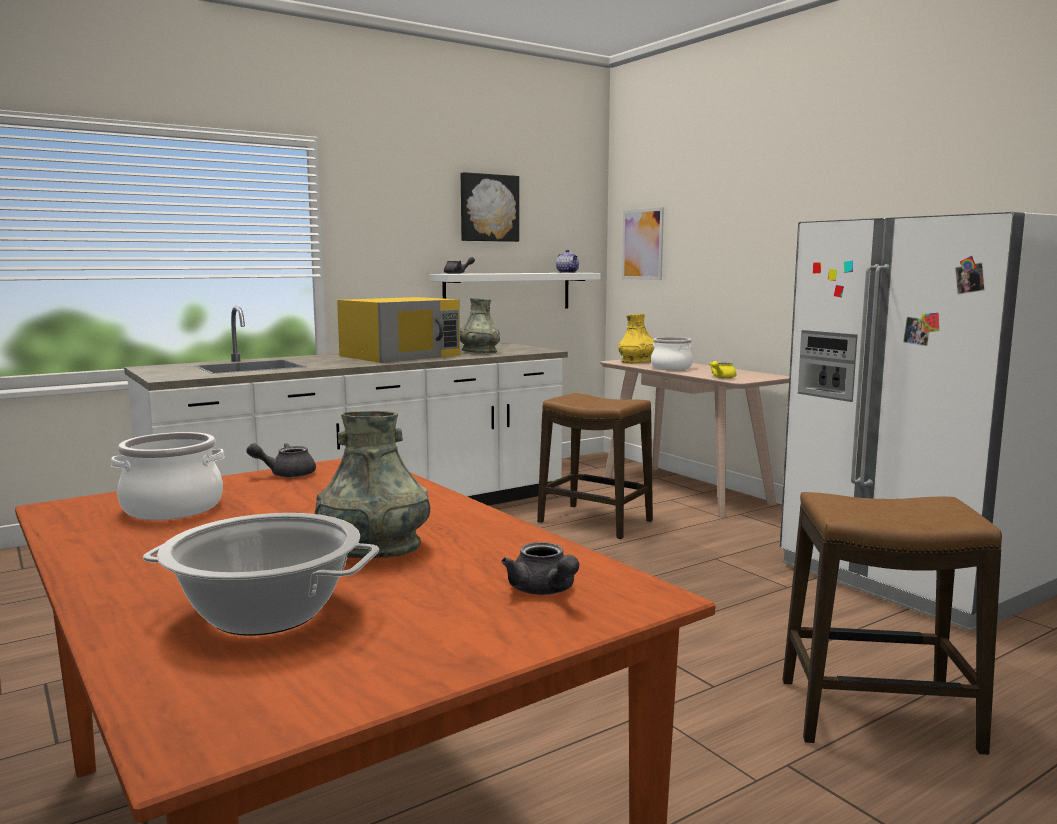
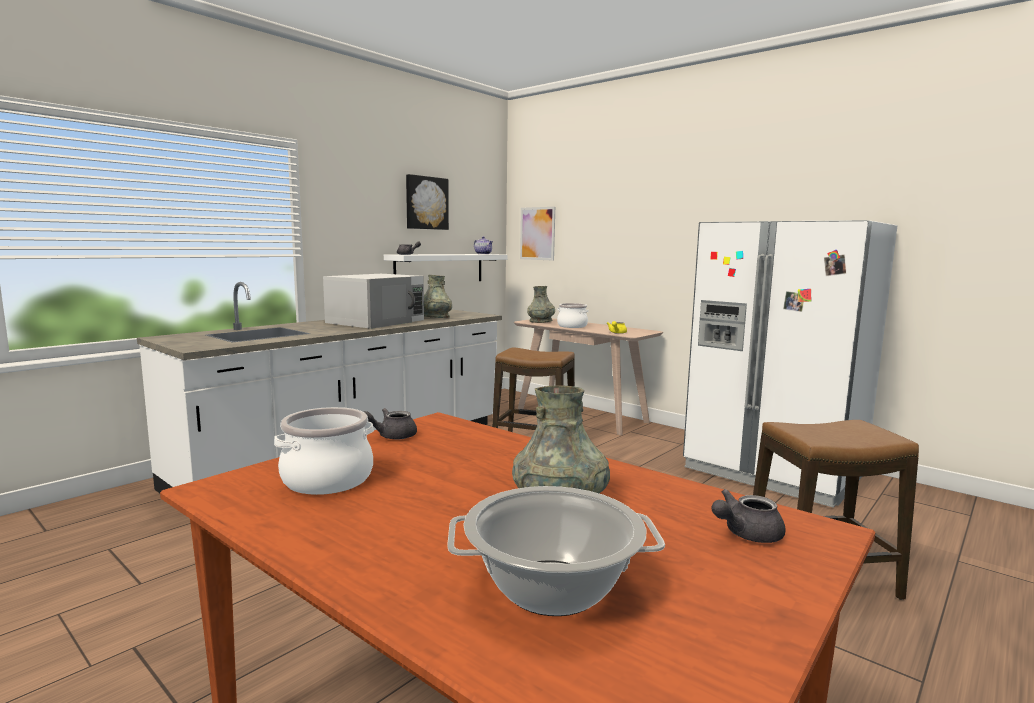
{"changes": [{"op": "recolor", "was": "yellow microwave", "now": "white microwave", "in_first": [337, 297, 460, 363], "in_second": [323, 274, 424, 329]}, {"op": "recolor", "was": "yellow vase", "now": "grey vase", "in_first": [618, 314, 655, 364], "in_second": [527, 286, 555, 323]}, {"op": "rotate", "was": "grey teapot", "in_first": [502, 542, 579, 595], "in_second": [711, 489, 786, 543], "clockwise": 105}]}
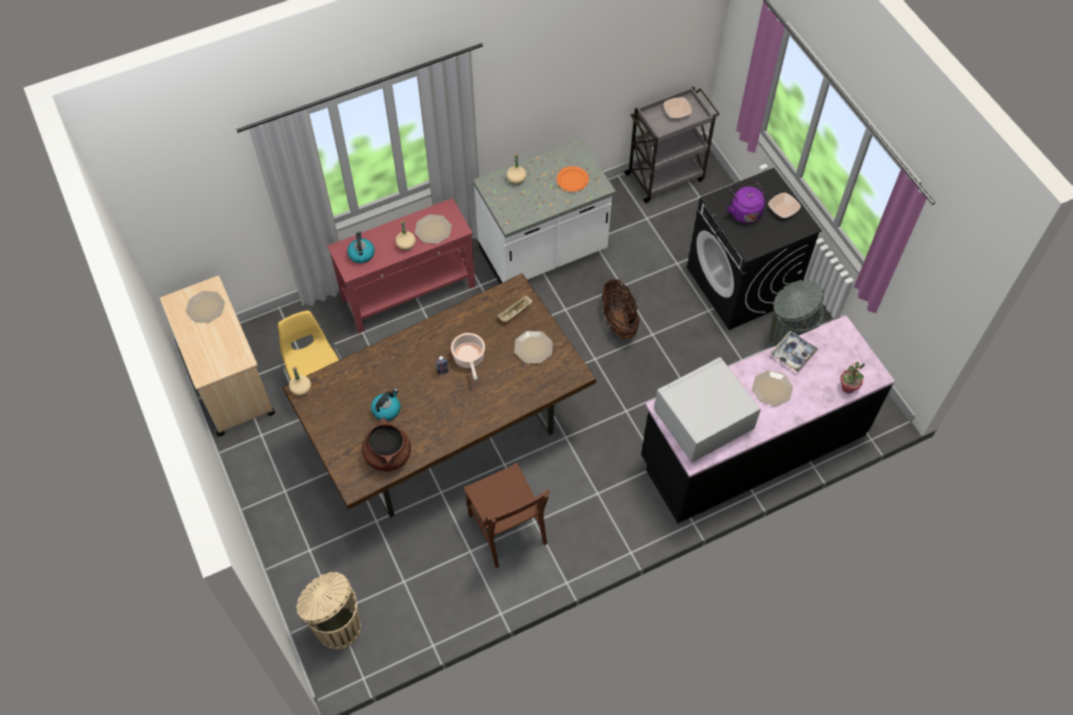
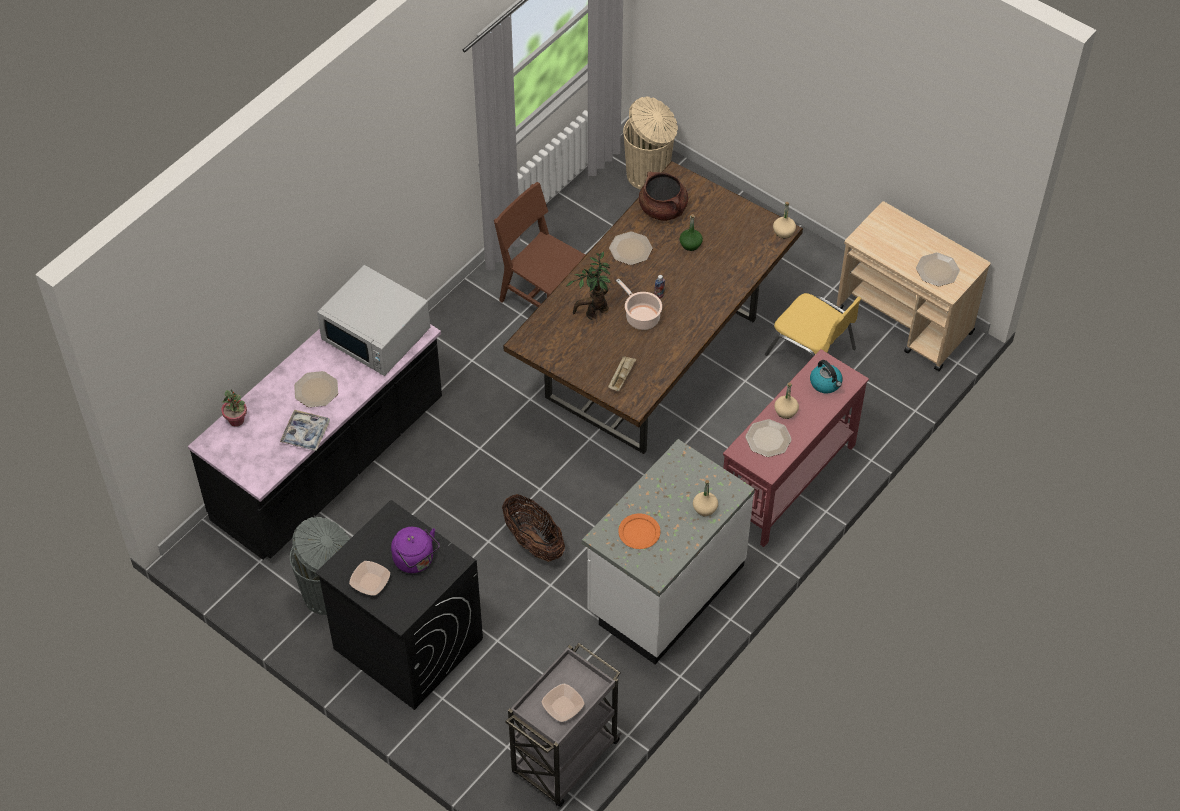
{"changes": [{"op": "move", "was": "plate", "in_first": [514, 331, 553, 364], "in_second": [609, 232, 652, 265]}, {"op": "rotate", "was": "white microwave", "in_first": [654, 357, 761, 462], "in_second": [317, 265, 430, 376], "clockwise": 90}, {"op": "replace", "was": "kettle", "now": "green bottle", "in_first": [371, 388, 401, 421], "in_second": [679, 214, 703, 251]}, {"op": "insert", "now": "potted plant", "in_second": [566, 251, 611, 320]}]}
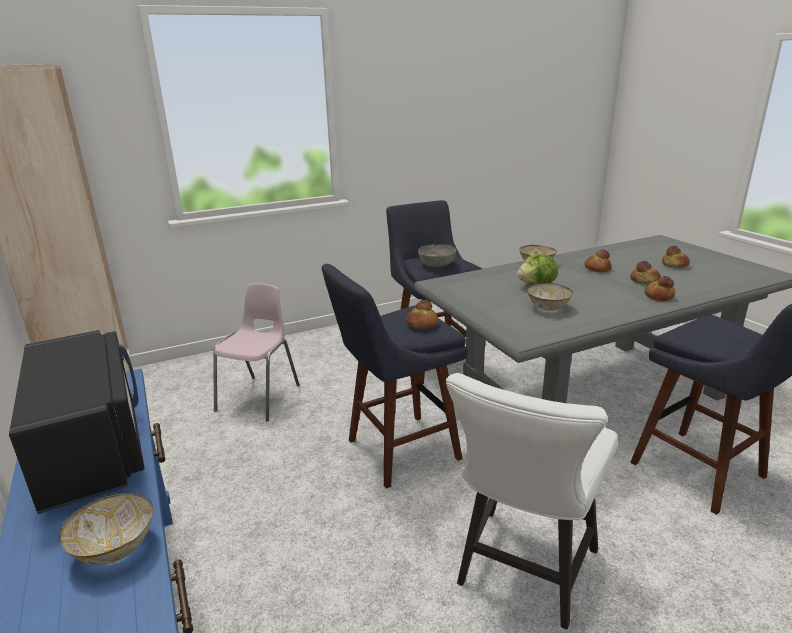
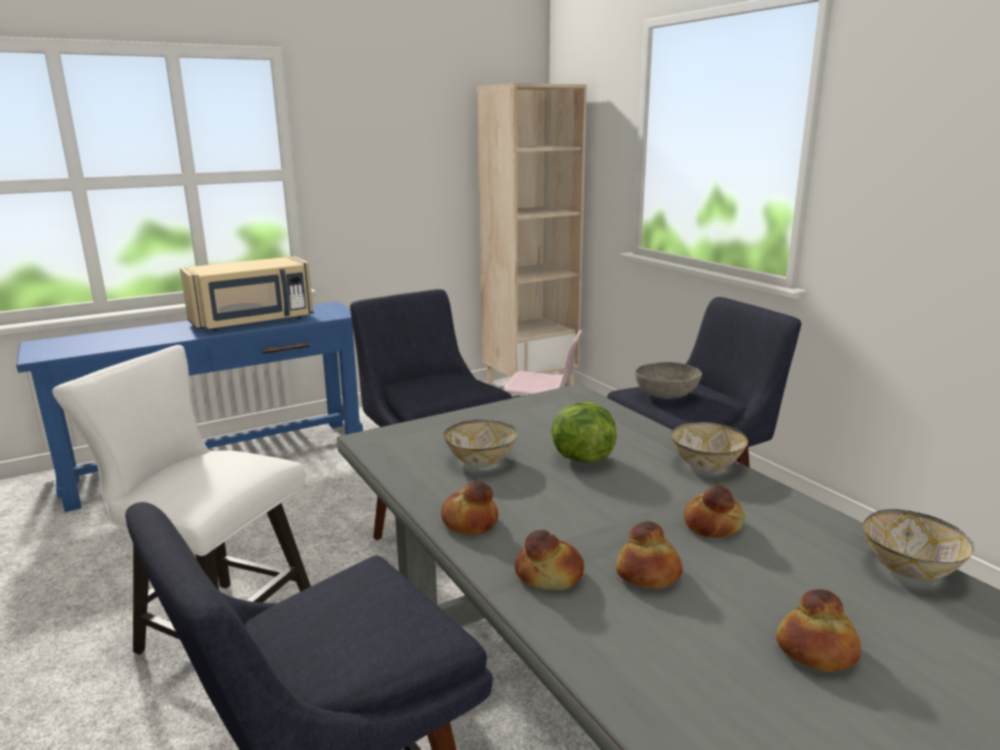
{"changes": [{"op": "move", "was": "bread", "in_first": [406, 300, 439, 329], "in_second": [441, 481, 498, 535]}, {"op": "recolor", "was": "black microwave", "now": "beige microwave", "in_first": [9, 330, 145, 514], "in_second": [180, 256, 314, 331]}, {"op": "move", "was": "bowl", "in_first": [59, 493, 153, 565], "in_second": [862, 509, 974, 580]}]}
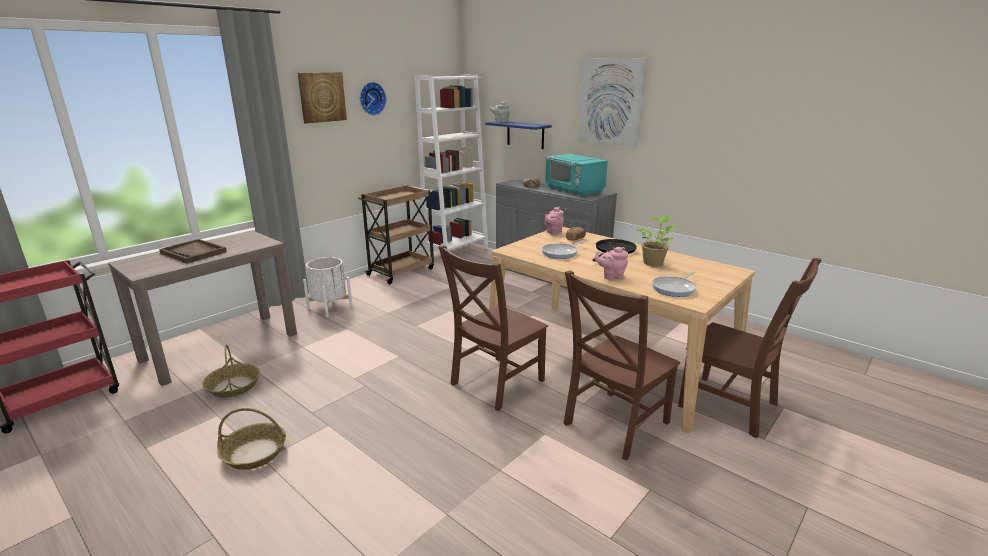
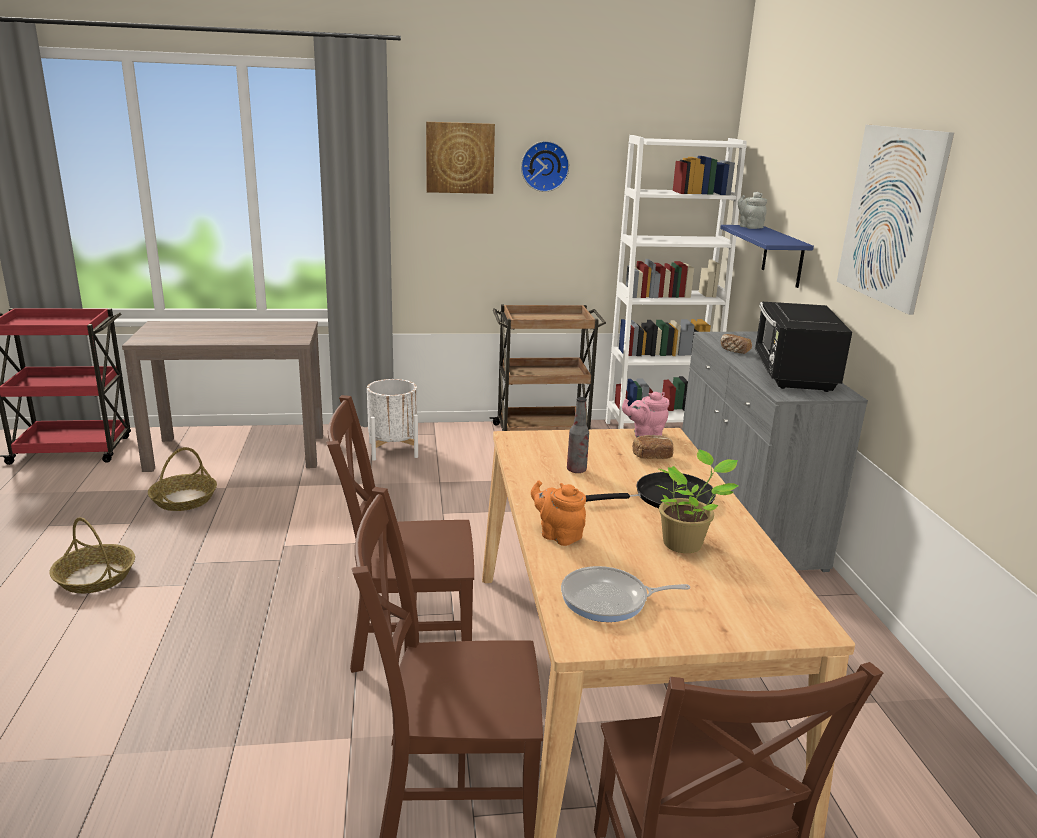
{"changes": [{"op": "recolor", "was": "turquoise microwave", "now": "black microwave", "in_first": [545, 154, 608, 196], "in_second": [755, 302, 852, 392]}, {"op": "delete", "was": "brown tray", "in_first": [159, 239, 227, 264]}, {"op": "replace", "was": "frying pan", "now": "bottle", "in_first": [542, 240, 585, 259], "in_second": [567, 397, 589, 473]}, {"op": "recolor", "was": "pink teapot", "now": "orange teapot", "in_first": [594, 247, 628, 280], "in_second": [531, 480, 586, 546]}]}
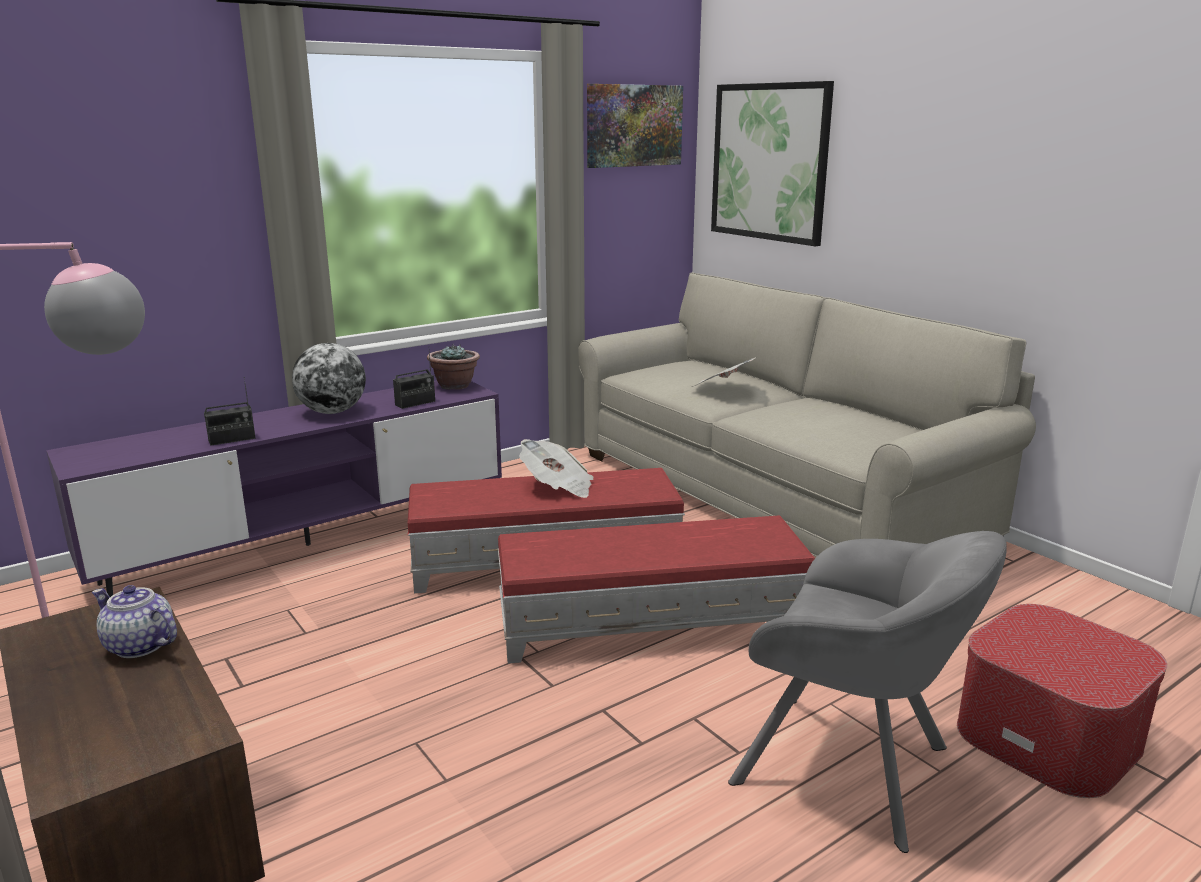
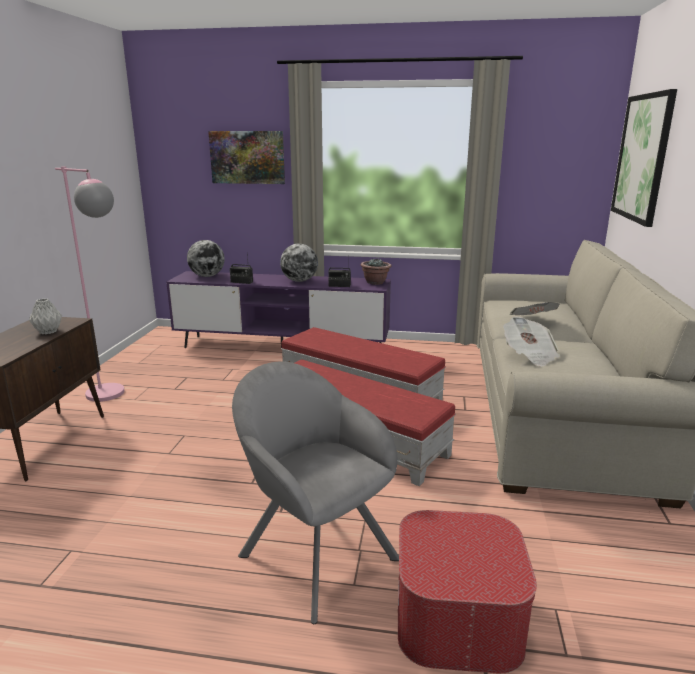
{"changes": [{"op": "move", "was": "picture", "in_first": [587, 84, 683, 168], "in_second": [208, 131, 285, 184]}, {"op": "move", "was": "newspaper", "in_first": [519, 439, 593, 498], "in_second": [503, 316, 560, 367]}, {"op": "rotate", "was": "grey armchair", "in_first": [728, 531, 1007, 853], "in_second": [232, 362, 399, 624], "clockwise": 150}, {"op": "replace", "was": "teapot", "now": "grey vase", "in_first": [92, 585, 177, 658], "in_second": [29, 299, 62, 334]}, {"op": "insert", "now": "globe", "in_second": [187, 240, 225, 277]}]}
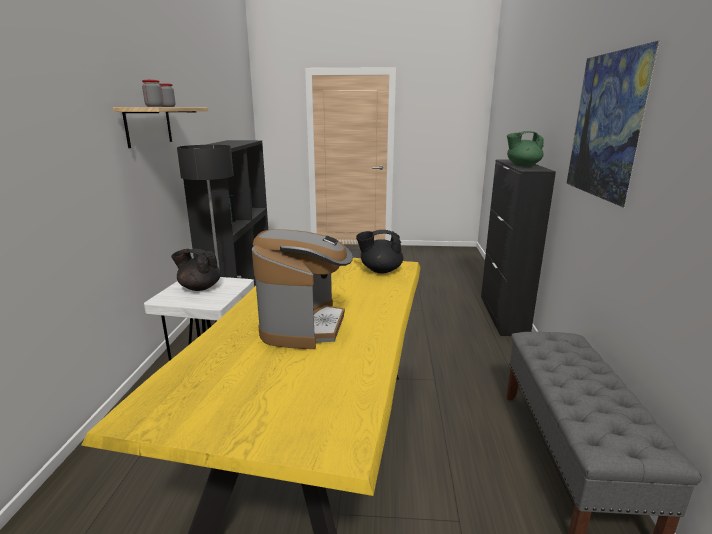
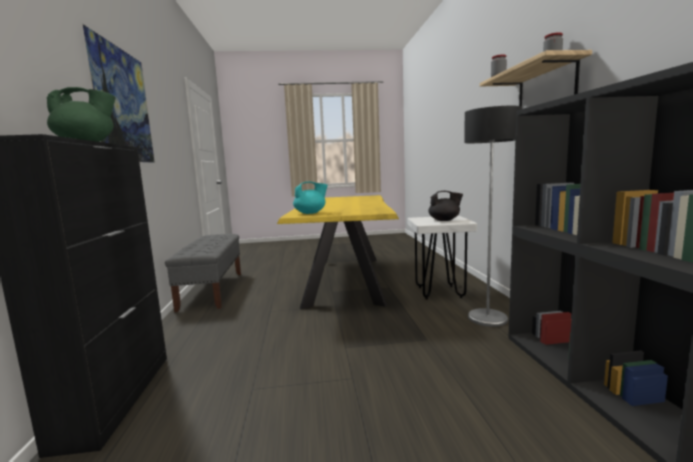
{"changes": [{"op": "delete", "was": "coffee machine", "in_first": [252, 229, 353, 349]}, {"op": "recolor", "was": "black teapot", "now": "turquoise teapot", "in_first": [356, 230, 403, 274], "in_second": [293, 182, 328, 214]}]}
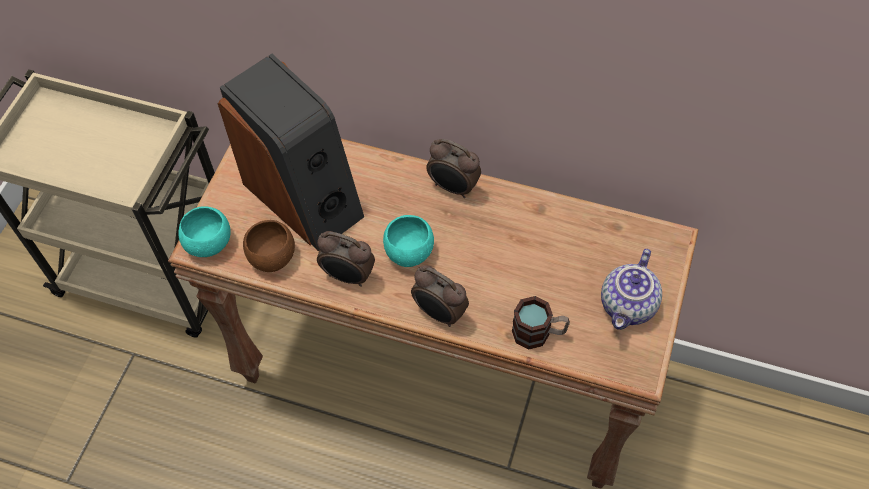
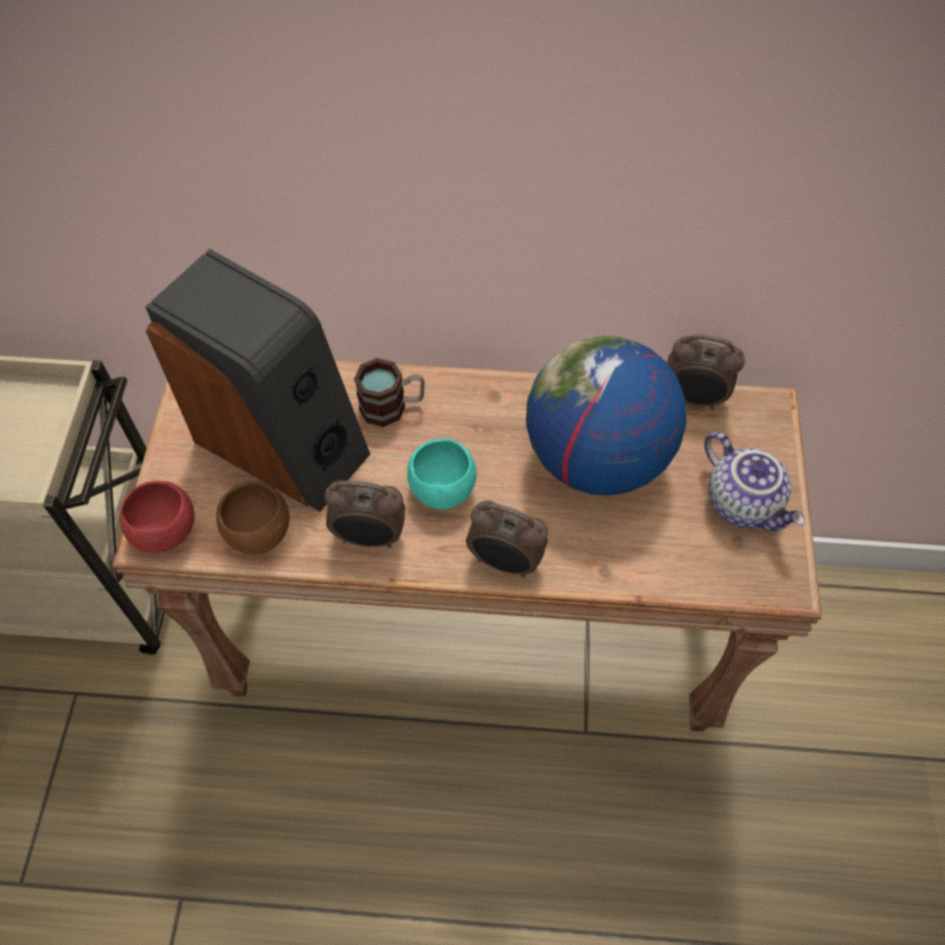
{"changes": [{"op": "move", "was": "alarm clock", "in_first": [426, 139, 481, 198], "in_second": [667, 334, 745, 410]}, {"op": "recolor", "was": "turquoise bowl", "now": "red bowl", "in_first": [178, 206, 230, 257], "in_second": [120, 481, 195, 553]}, {"op": "rotate", "was": "teapot", "in_first": [601, 249, 662, 330], "in_second": [704, 432, 805, 532], "clockwise": -45}, {"op": "move", "was": "mug", "in_first": [512, 296, 570, 349], "in_second": [354, 358, 425, 427]}, {"op": "insert", "now": "globe", "in_second": [526, 336, 686, 496]}]}
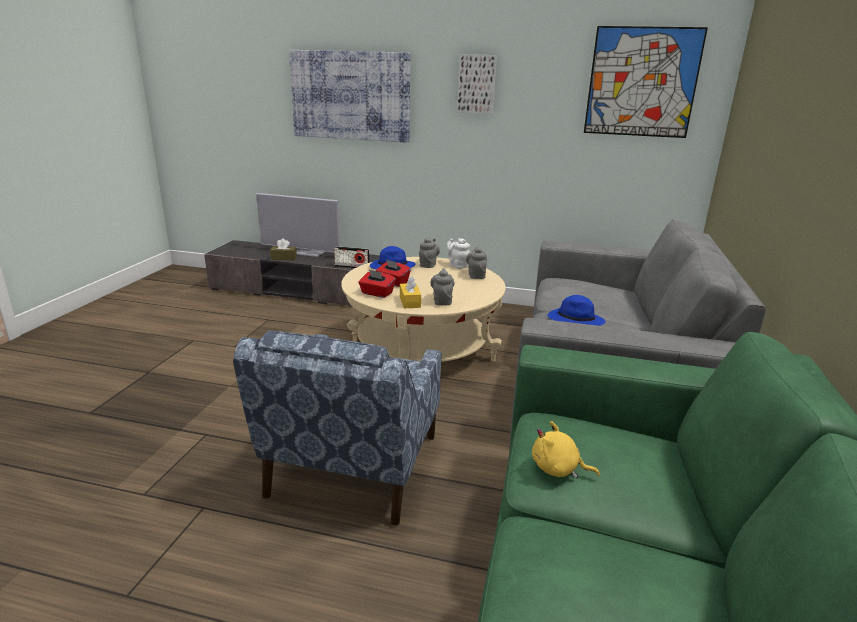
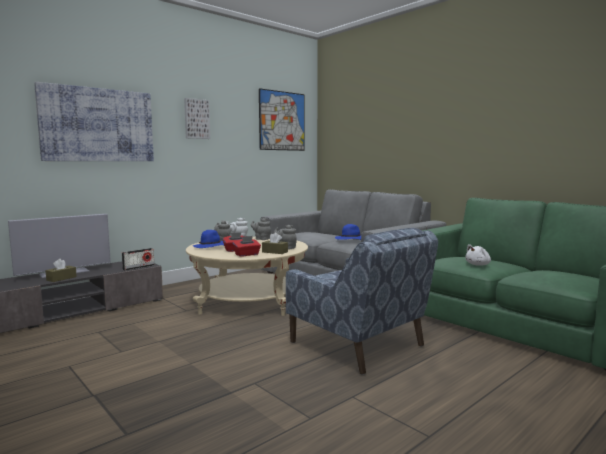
{"changes": [{"op": "recolor", "was": "yellow tissue box", "now": "brown tissue box", "in_first": [400, 276, 421, 308], "in_second": [262, 233, 288, 254]}, {"op": "recolor", "was": "yellow plush toy", "now": "white plush toy", "in_first": [532, 421, 600, 478], "in_second": [465, 244, 491, 266]}]}
